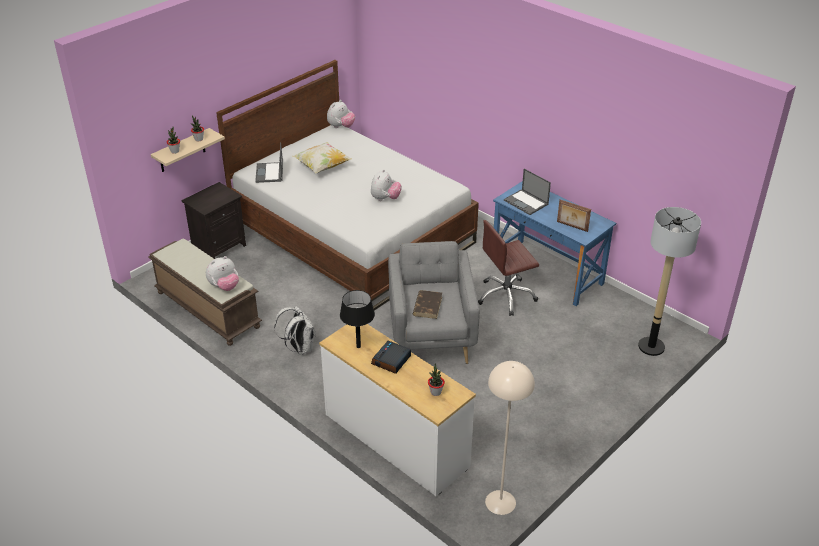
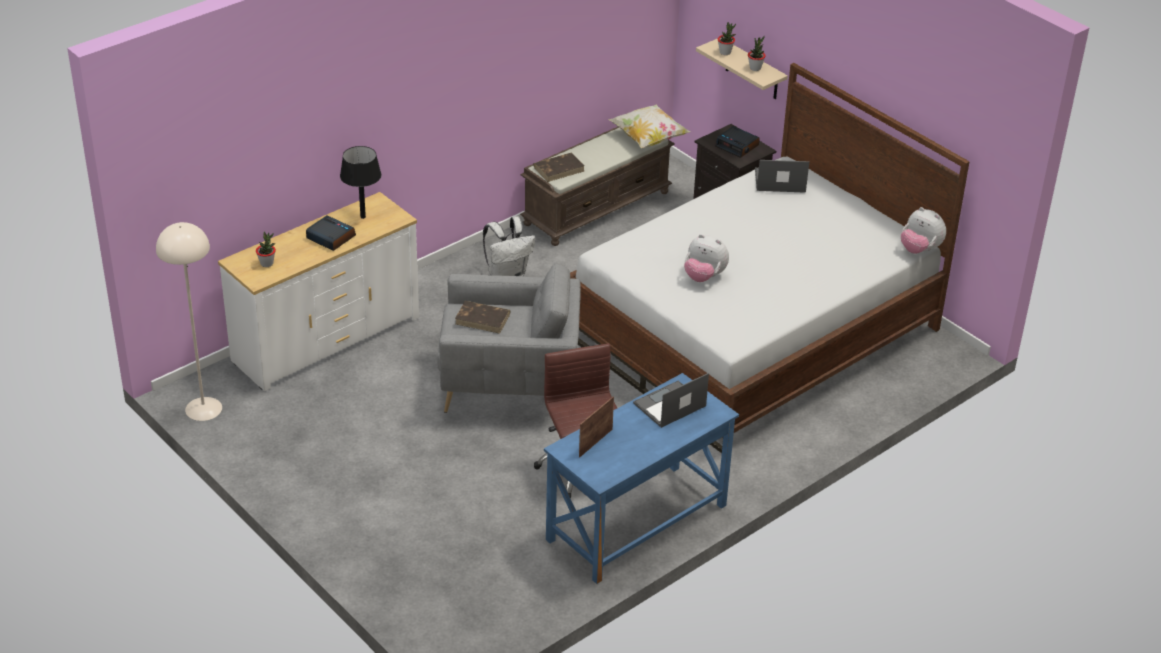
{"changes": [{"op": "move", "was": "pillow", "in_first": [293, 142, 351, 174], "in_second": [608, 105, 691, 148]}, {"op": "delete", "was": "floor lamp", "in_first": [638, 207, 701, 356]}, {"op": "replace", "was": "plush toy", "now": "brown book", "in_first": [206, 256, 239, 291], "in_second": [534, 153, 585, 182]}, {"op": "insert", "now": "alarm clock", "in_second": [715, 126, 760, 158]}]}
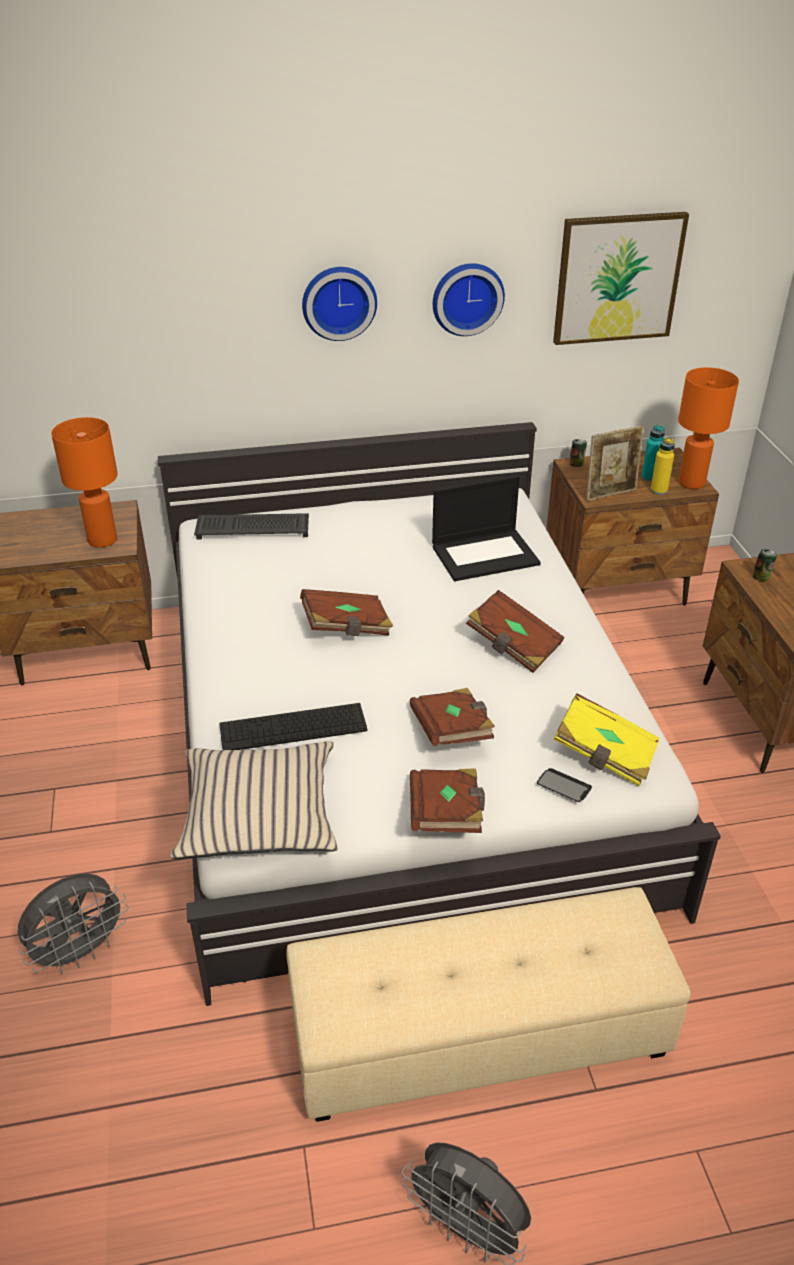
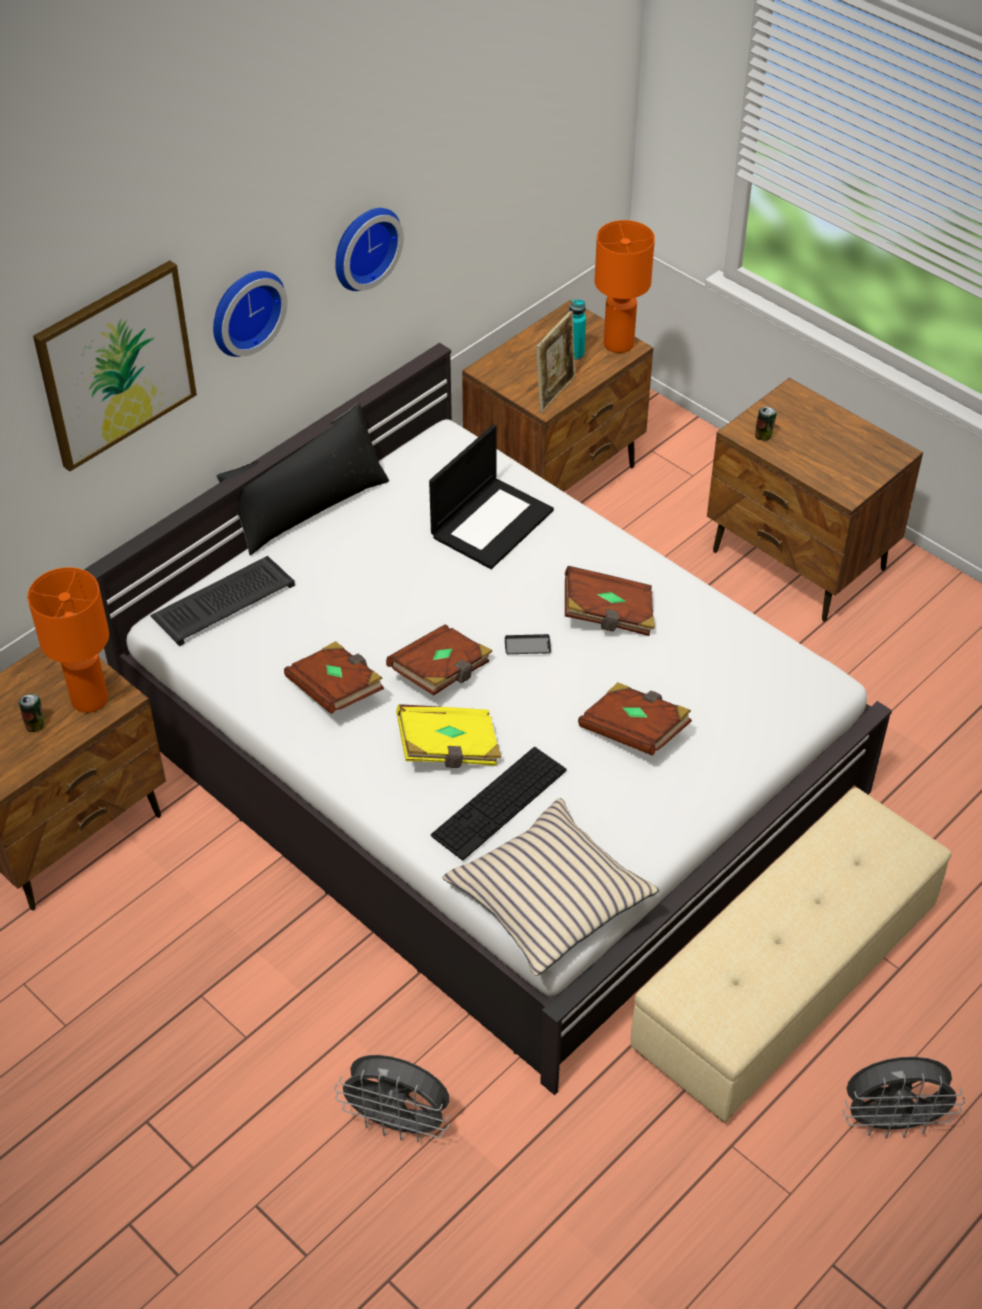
{"changes": [{"op": "move", "was": "picture", "in_first": [553, 212, 689, 345], "in_second": [33, 260, 197, 472]}, {"op": "delete", "was": "yellow bottle", "in_first": [650, 437, 675, 495]}, {"op": "move", "was": "can", "in_first": [570, 439, 587, 467], "in_second": [19, 694, 44, 732]}, {"op": "move", "was": "yellow book", "in_first": [554, 693, 660, 786], "in_second": [396, 704, 502, 768]}, {"op": "move", "was": "brown book", "in_first": [410, 768, 485, 833], "in_second": [284, 641, 384, 714]}, {"op": "move", "was": "phone", "in_first": [537, 768, 592, 802], "in_second": [505, 634, 551, 654]}, {"op": "rotate", "was": "grey fan", "in_first": [18, 873, 129, 974], "in_second": [334, 1055, 450, 1142], "clockwise": 90}, {"op": "insert", "now": "black pillow", "in_second": [216, 403, 389, 555]}]}
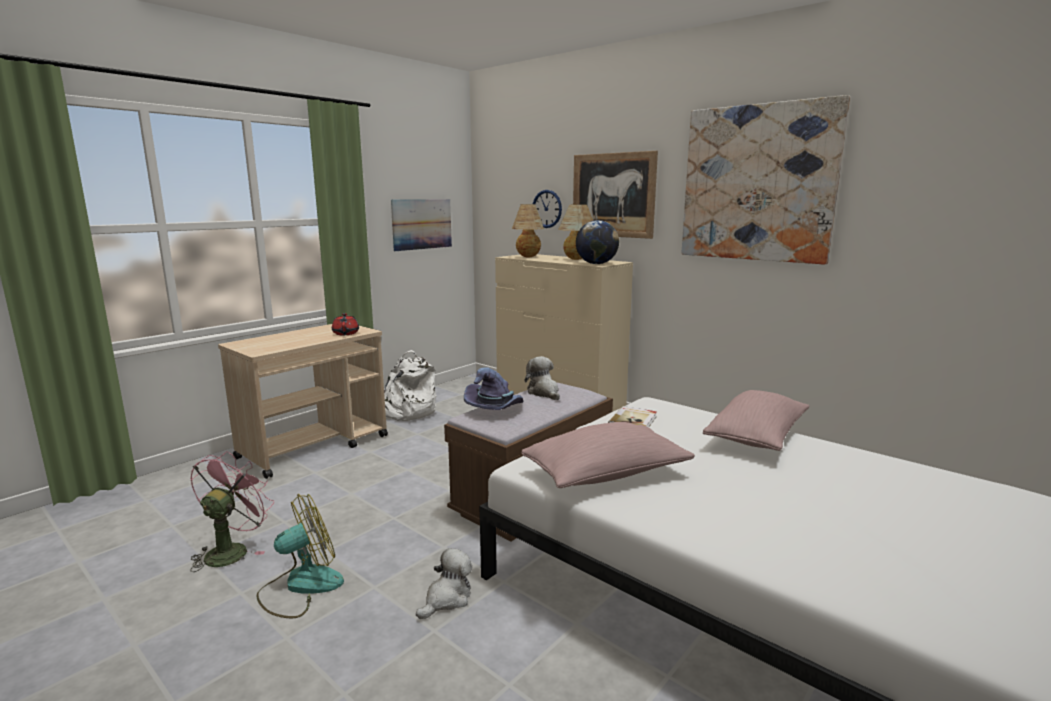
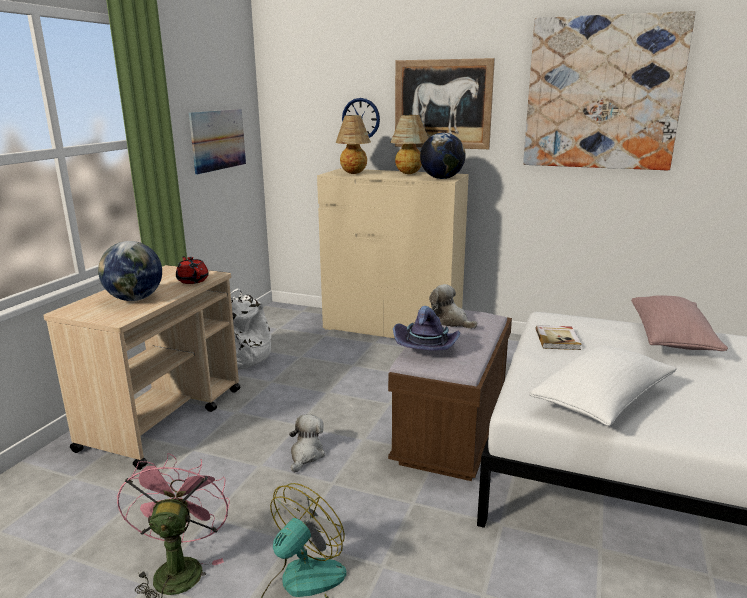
{"changes": [{"op": "recolor", "was": "pink pillow", "now": "white pillow", "in_first": [521, 422, 695, 488], "in_second": [529, 345, 677, 426]}, {"op": "move", "was": "plush toy", "in_first": [416, 548, 472, 619], "in_second": [289, 414, 325, 473]}, {"op": "insert", "now": "globe", "in_second": [98, 241, 162, 301]}]}
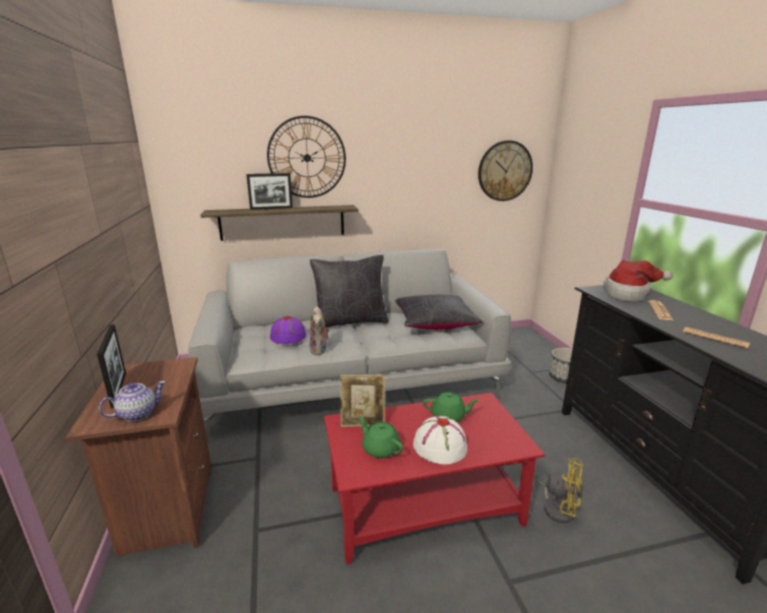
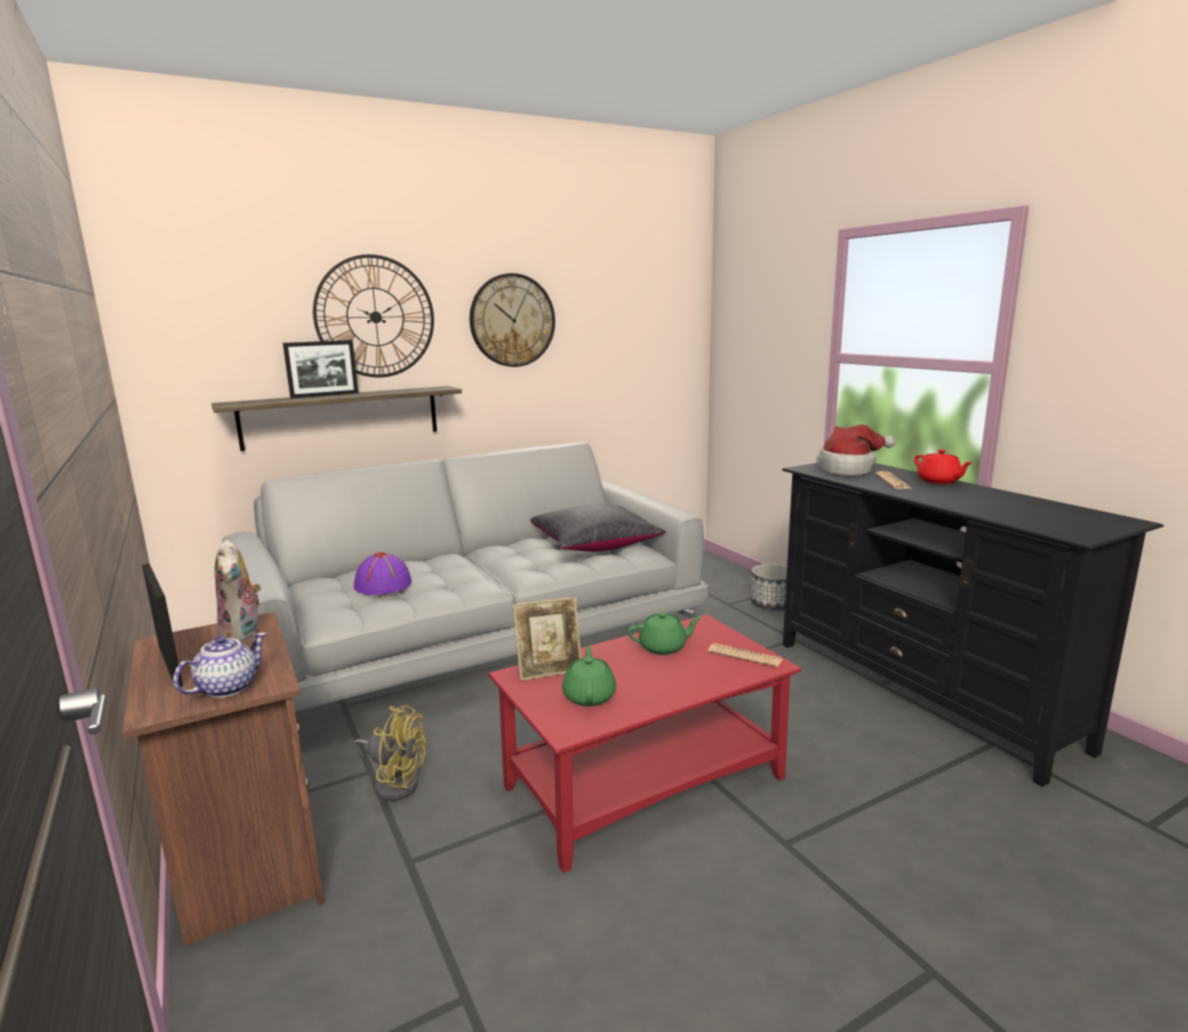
{"changes": [{"op": "move", "was": "wall clock", "in_first": [478, 140, 533, 201], "in_second": [470, 273, 555, 367]}, {"op": "delete", "was": "black pillow", "in_first": [310, 255, 389, 328]}, {"op": "move", "was": "plush toy", "in_first": [310, 306, 330, 355], "in_second": [214, 540, 262, 642]}, {"op": "move", "was": "newspaper", "in_first": [683, 327, 750, 349], "in_second": [708, 643, 782, 667]}, {"op": "rotate", "was": "green teapot", "in_first": [359, 416, 403, 458], "in_second": [562, 646, 616, 706], "clockwise": 60}, {"op": "delete", "was": "white hat", "in_first": [413, 416, 467, 464]}, {"op": "move", "was": "yellow fan", "in_first": [518, 458, 584, 523], "in_second": [354, 705, 426, 801]}, {"op": "insert", "now": "red teapot", "in_second": [914, 449, 973, 484]}]}
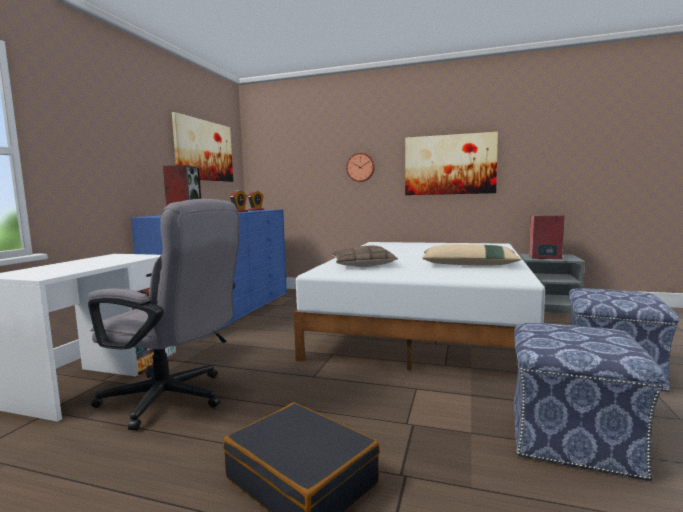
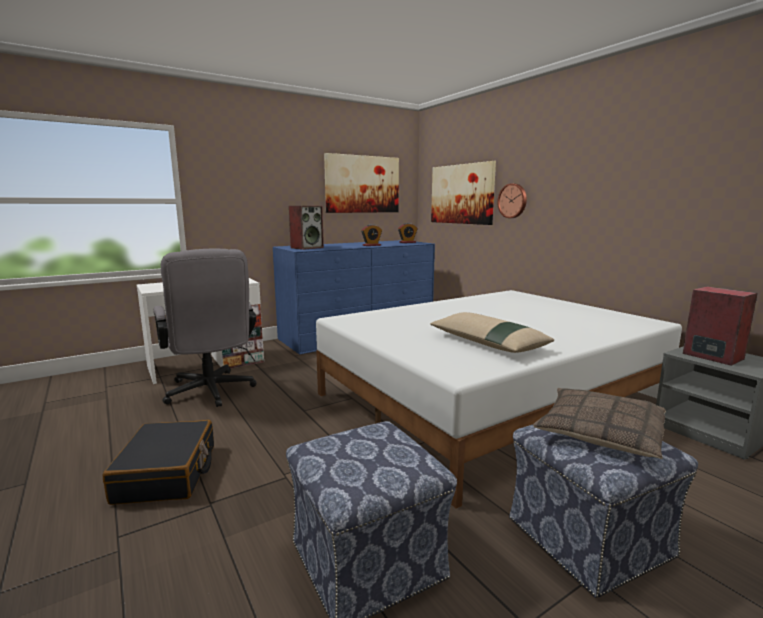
{"changes": [{"op": "move", "was": "picture", "in_first": [405, 132, 498, 195], "in_second": [431, 161, 496, 225]}, {"op": "move", "was": "pillow", "in_first": [331, 245, 398, 267], "in_second": [533, 388, 666, 459]}]}
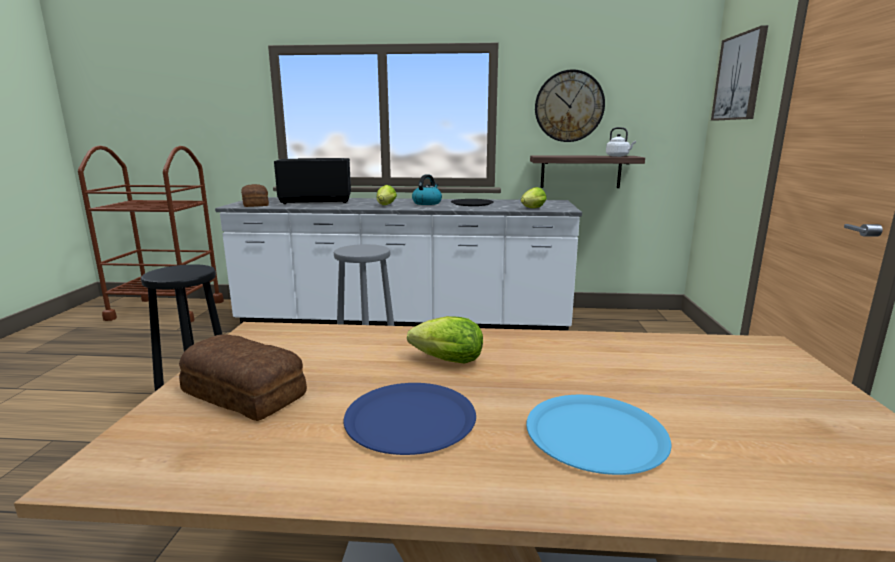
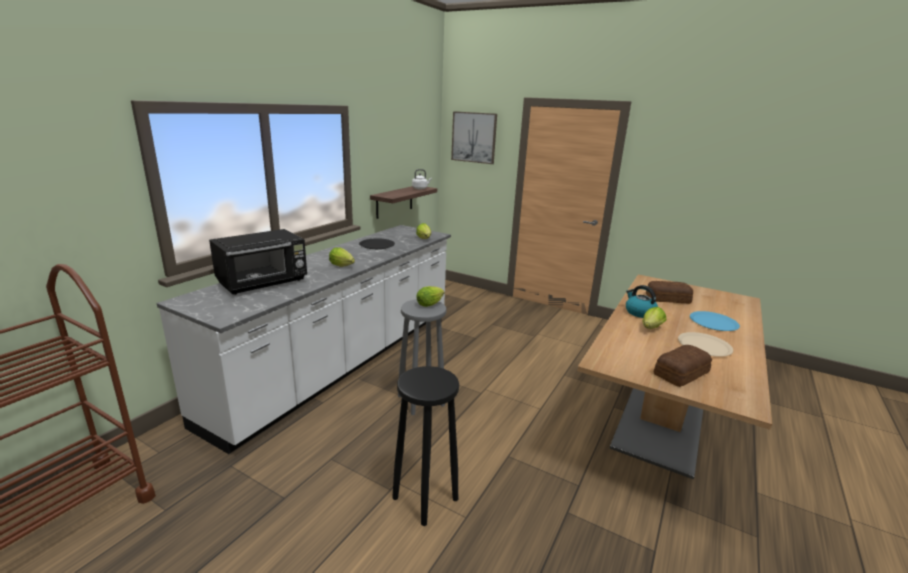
{"changes": [{"op": "delete", "was": "wall clock", "in_first": [535, 69, 605, 142]}, {"op": "rotate", "was": "black microwave", "in_first": [274, 158, 351, 204], "in_second": [209, 229, 307, 295], "clockwise": -150}, {"op": "move", "was": "kettle", "in_first": [412, 174, 442, 205], "in_second": [626, 285, 658, 318]}, {"op": "move", "was": "bread", "in_first": [241, 184, 269, 207], "in_second": [646, 281, 693, 304]}, {"op": "recolor", "was": "blue plate", "now": "beige plate", "in_first": [344, 383, 476, 455], "in_second": [678, 332, 733, 357]}, {"op": "insert", "now": "lettuce", "in_second": [416, 286, 445, 307]}]}
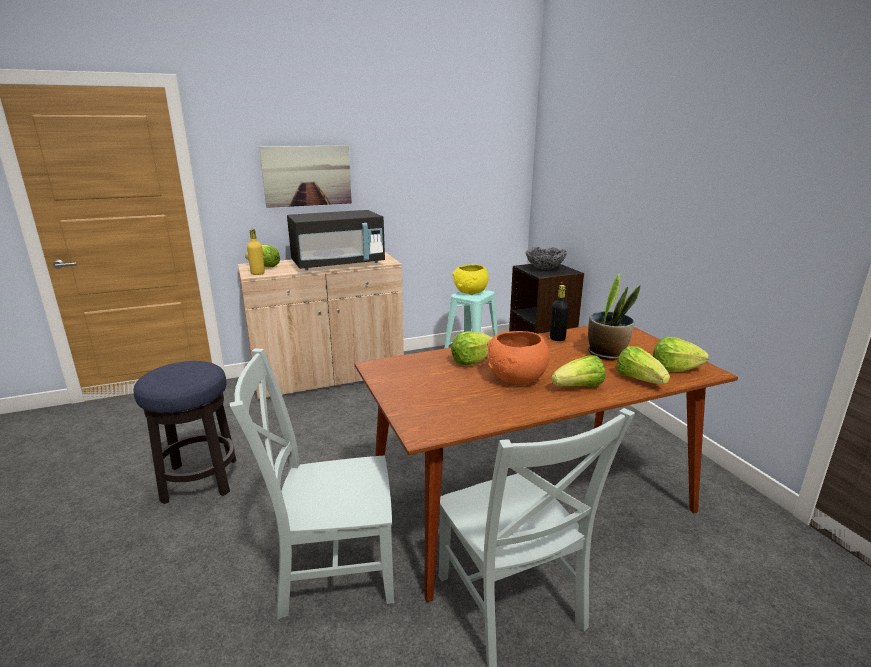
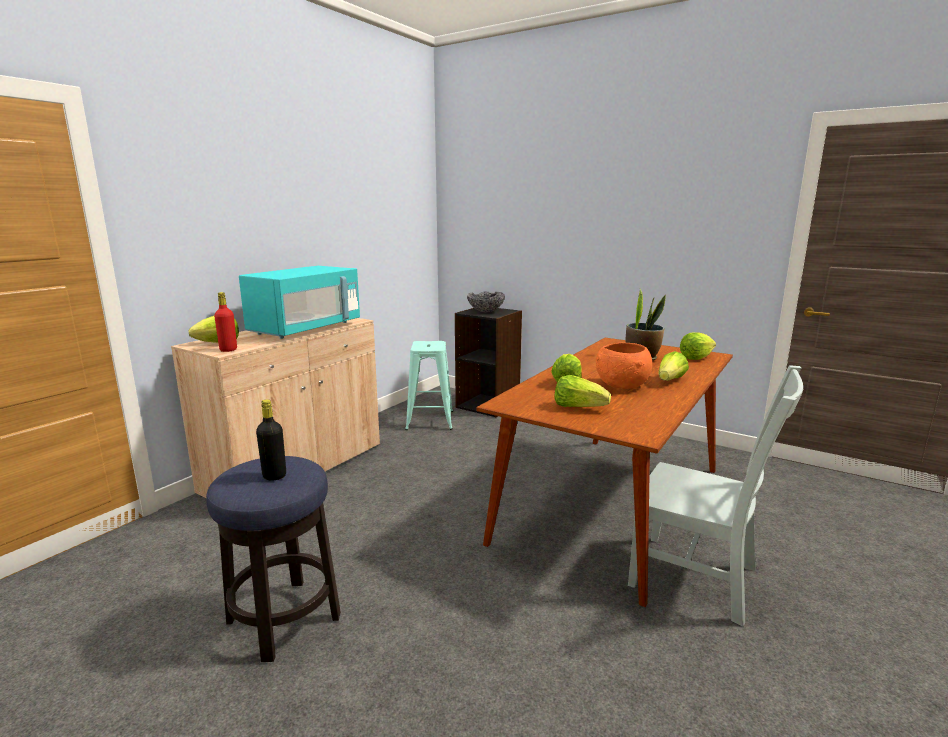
{"changes": [{"op": "delete", "was": "picture", "in_first": [259, 145, 352, 208]}, {"op": "recolor", "was": "black microwave", "now": "turquoise microwave", "in_first": [287, 210, 385, 270], "in_second": [239, 266, 360, 339]}, {"op": "recolor", "was": "yellow bottle", "now": "red bottle", "in_first": [247, 229, 265, 275], "in_second": [214, 292, 237, 352]}, {"op": "delete", "was": "yellow bowl", "in_first": [452, 265, 488, 294]}, {"op": "move", "was": "black bottle", "in_first": [550, 285, 569, 341], "in_second": [256, 399, 286, 480]}, {"op": "move", "was": "lettuce", "in_first": [616, 346, 670, 384], "in_second": [554, 375, 611, 407]}, {"op": "delete", "was": "grey chair", "in_first": [229, 348, 394, 619]}]}
